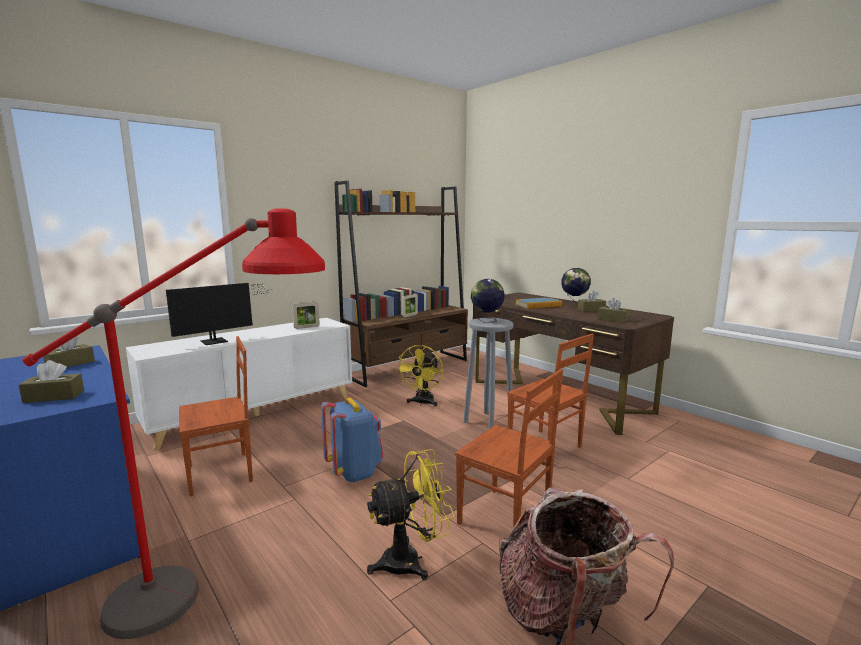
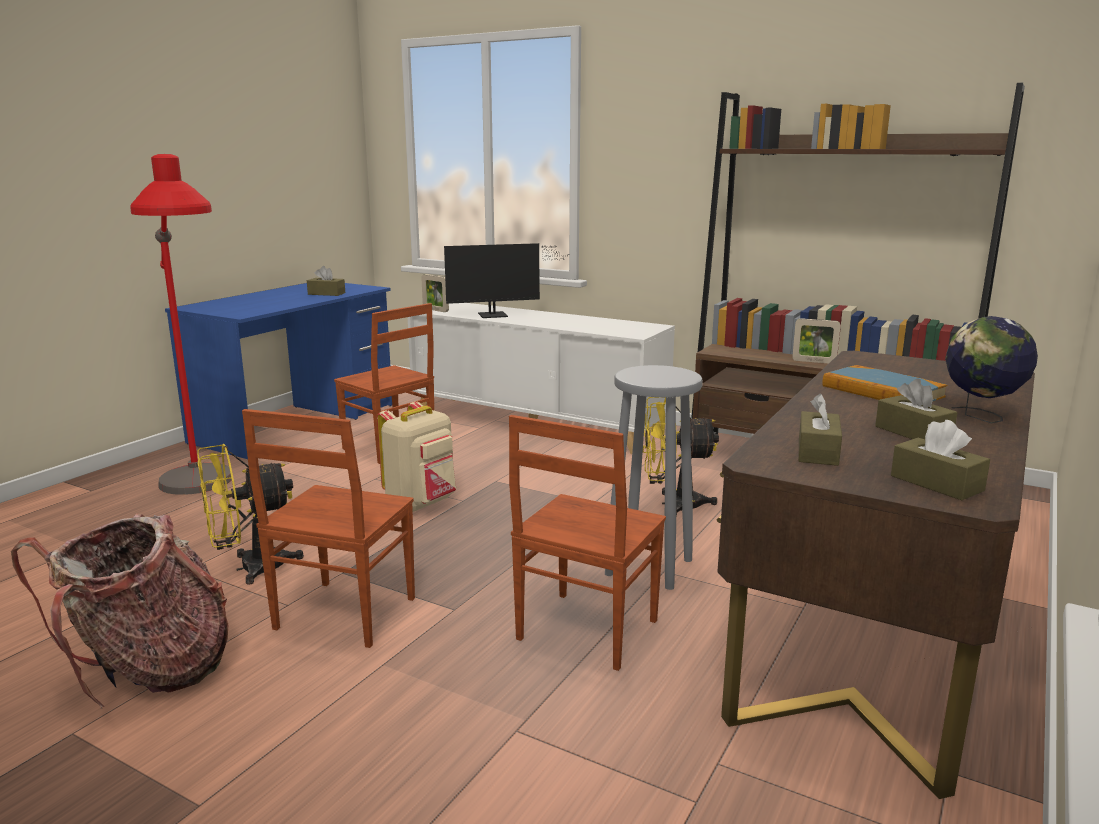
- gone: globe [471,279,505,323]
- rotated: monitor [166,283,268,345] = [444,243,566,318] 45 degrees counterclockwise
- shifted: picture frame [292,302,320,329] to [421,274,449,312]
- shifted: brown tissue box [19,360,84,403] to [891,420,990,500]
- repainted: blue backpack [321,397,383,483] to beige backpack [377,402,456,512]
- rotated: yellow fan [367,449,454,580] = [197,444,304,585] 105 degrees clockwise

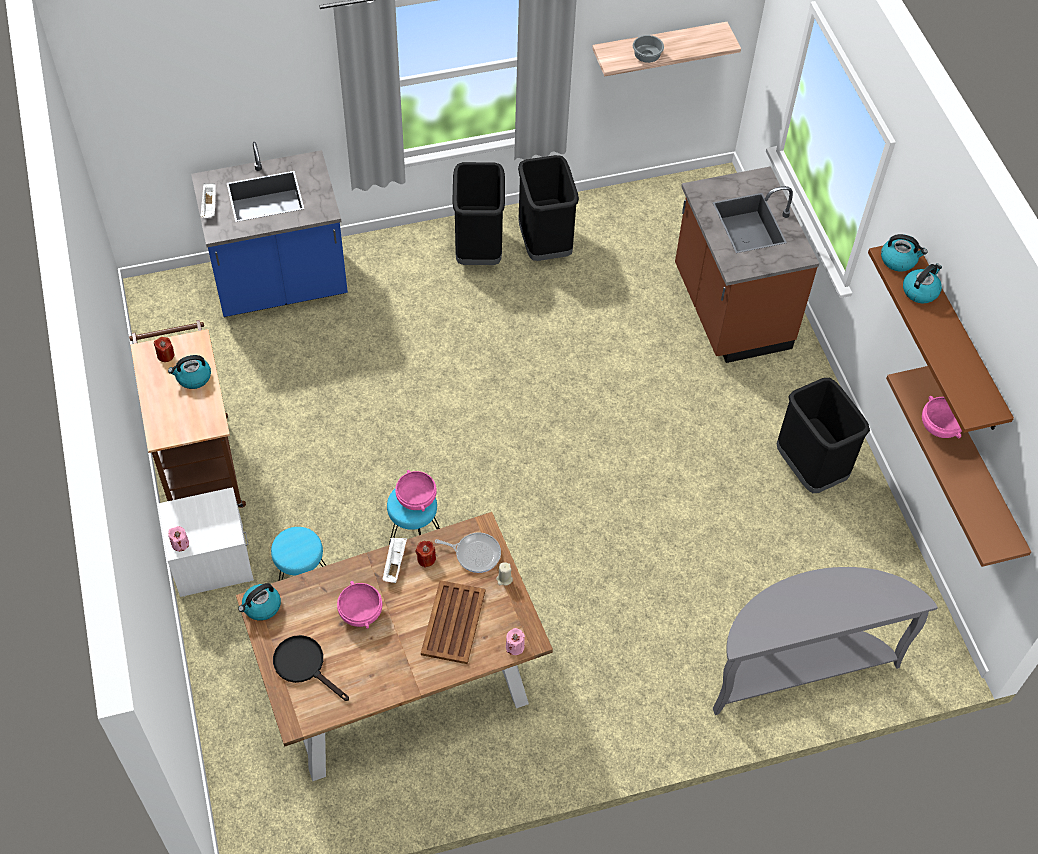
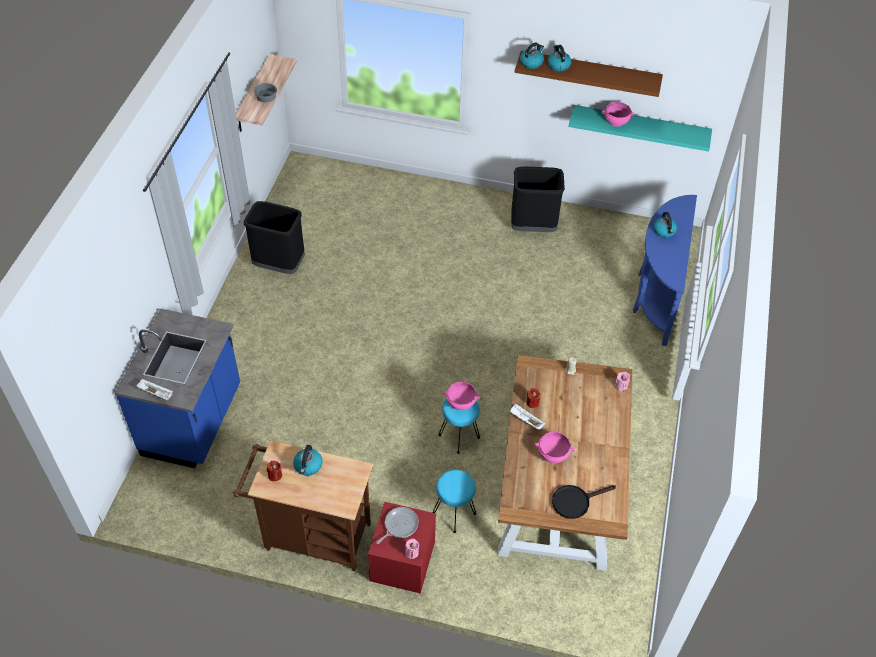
- gone: black trash can [452,162,505,265]
- gone: brown counter [675,166,819,363]
- repainted: brown shelf [886,366,1031,567] to turquoise shelf [569,105,712,152]
- repainted: white nightstand [158,487,254,597] to red nightstand [368,502,436,594]
- shifted: frying pan [435,533,501,573] to [376,507,419,544]
- repainted: grey console table [713,567,938,715] to blue console table [633,195,697,346]
- gone: brown tray [421,580,485,664]
- shifted: kettle [238,583,281,621] to [653,212,677,238]

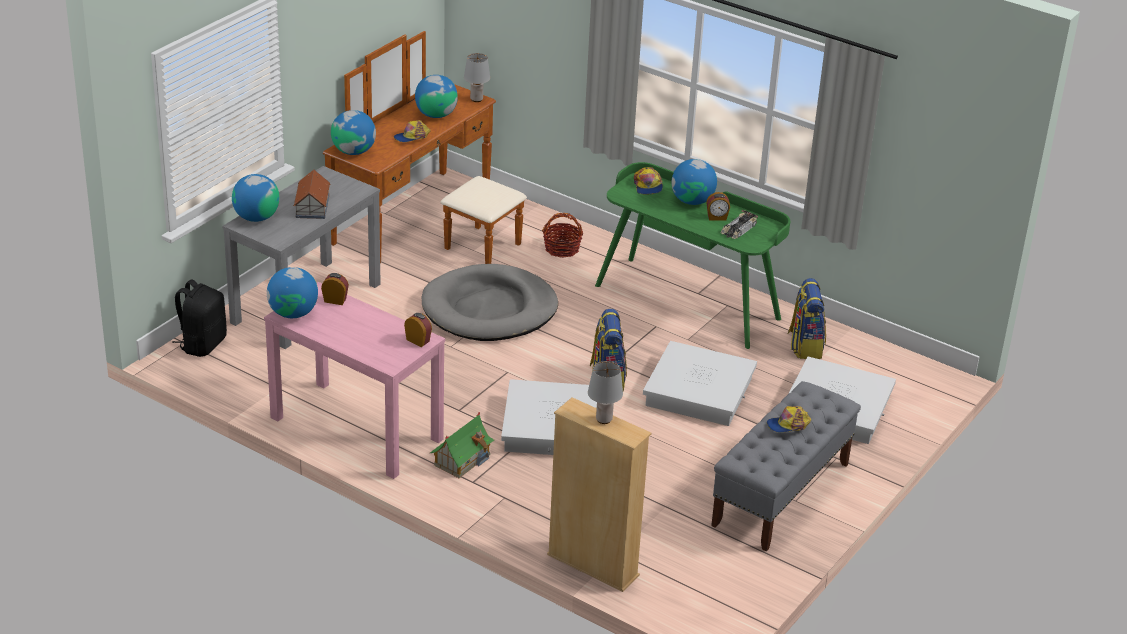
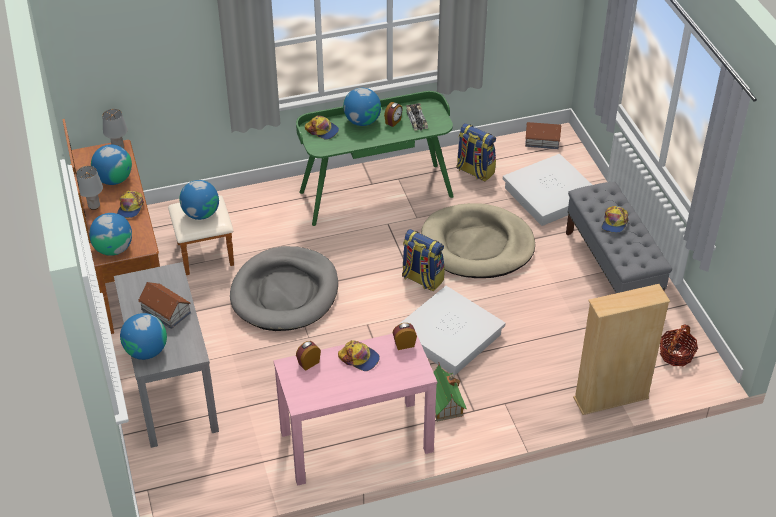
- shifted: basket [542,213,583,258] to [660,324,698,366]
- shifted: globe [267,267,318,318] to [179,180,219,220]
- gone: black backpack [172,279,227,357]
- swapped: white storage box [643,341,757,426] to beige dog bed [421,203,535,278]
- shifted: grey table lamp [588,361,623,424] to [76,166,103,210]
- new: toy house [525,122,562,149]
- new: cap [338,340,380,371]

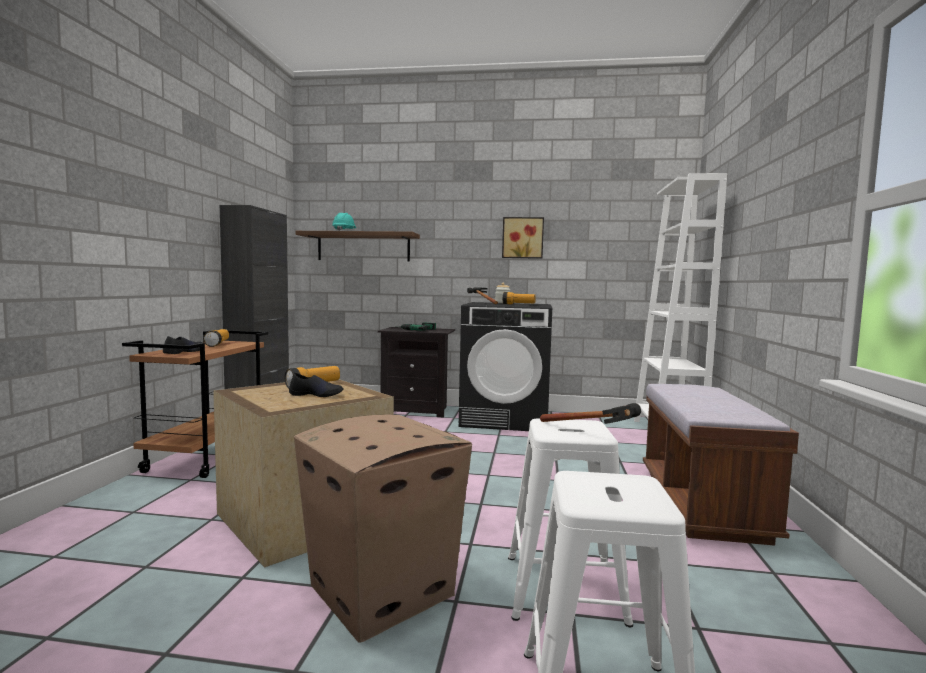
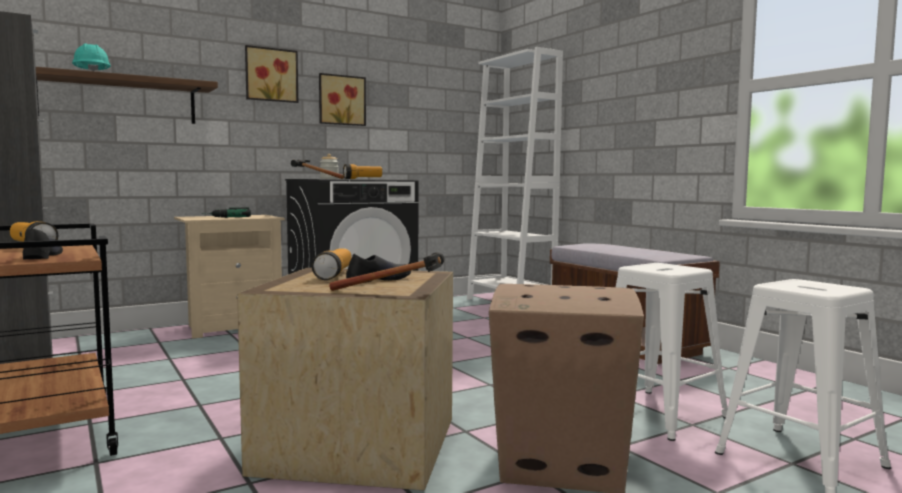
- repainted: black nightstand [378,327,455,418] to beige nightstand [174,215,285,339]
- shifted: hammer [540,403,641,424] to [329,252,444,291]
- new: picture [245,45,298,103]

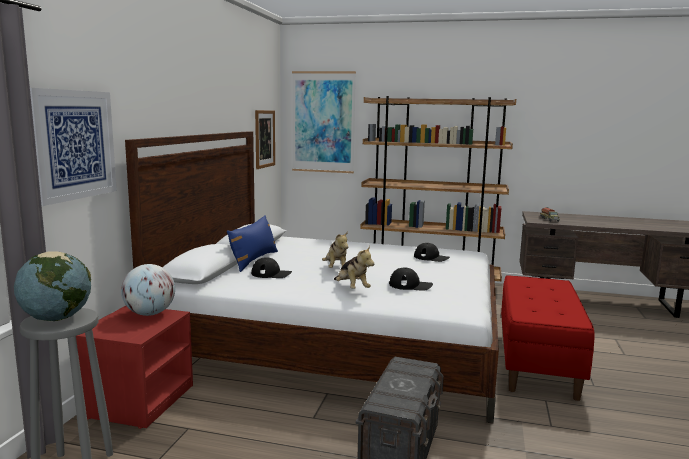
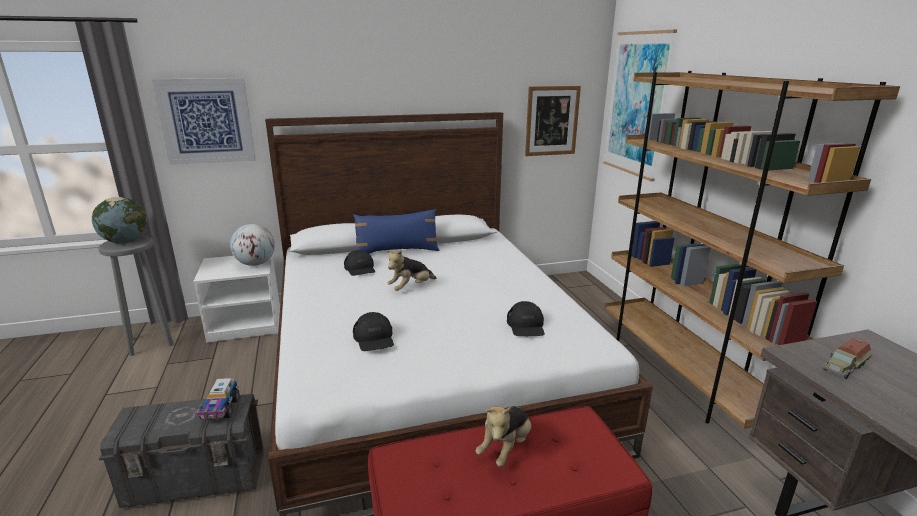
- shifted: plush toy [334,246,374,289] to [476,406,531,467]
- repainted: red nightstand [76,306,193,429] to white nightstand [193,254,280,343]
- new: toy truck [196,378,240,421]

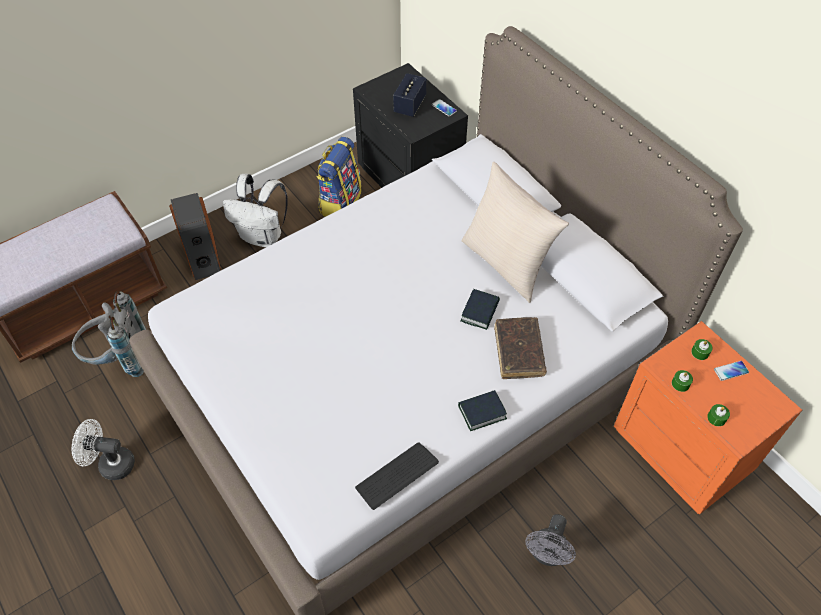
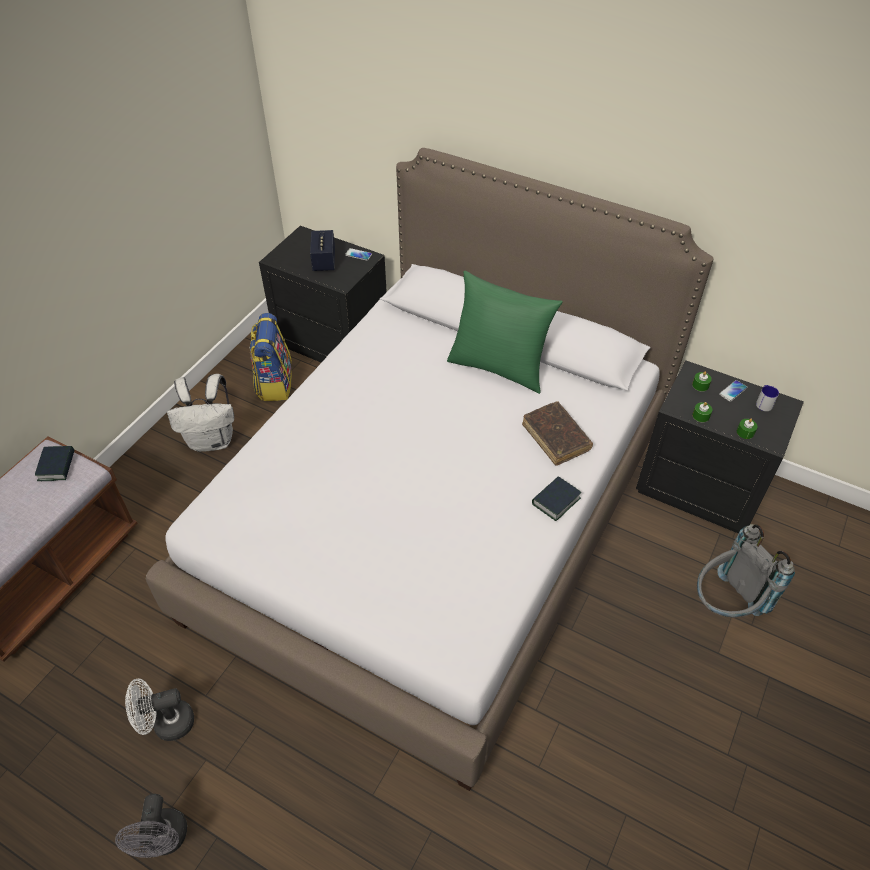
- repainted: beige pillow [462,162,569,303] to green pillow [447,271,563,394]
- gone: speaker [169,193,221,280]
- shifted: book [460,289,500,330] to [35,446,74,481]
- shifted: grey backpack [72,292,146,377] to [697,524,795,617]
- repainted: orange nightstand [614,321,802,515] to black nightstand [636,360,804,533]
- gone: keyboard [355,443,439,510]
- shifted: grey fan [526,514,576,566] to [115,794,187,858]
- new: mug [756,385,779,411]

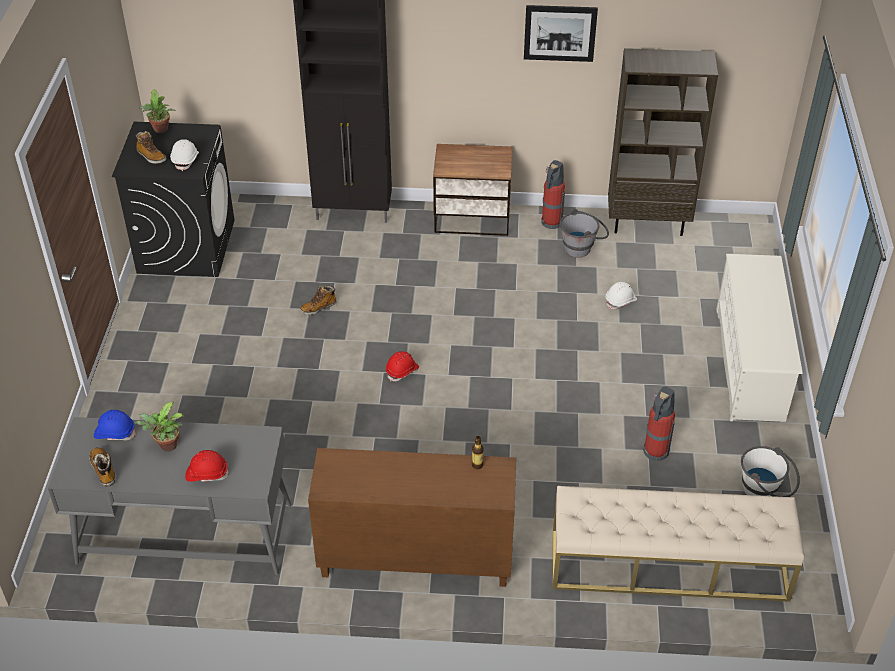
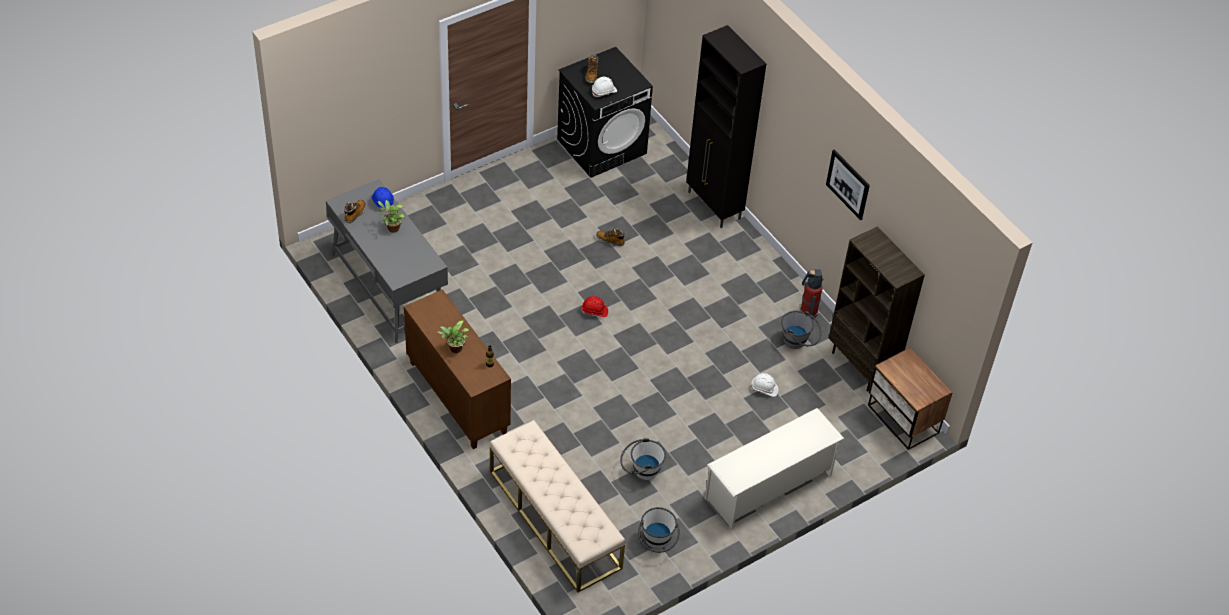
- shifted: potted plant [139,89,176,133] to [436,320,470,353]
- shifted: nightstand [433,144,512,236] to [868,348,953,450]
- swapped: fire extinguisher [643,386,675,461] to white bucket [620,438,666,480]
- gone: red hard hat [185,450,229,482]

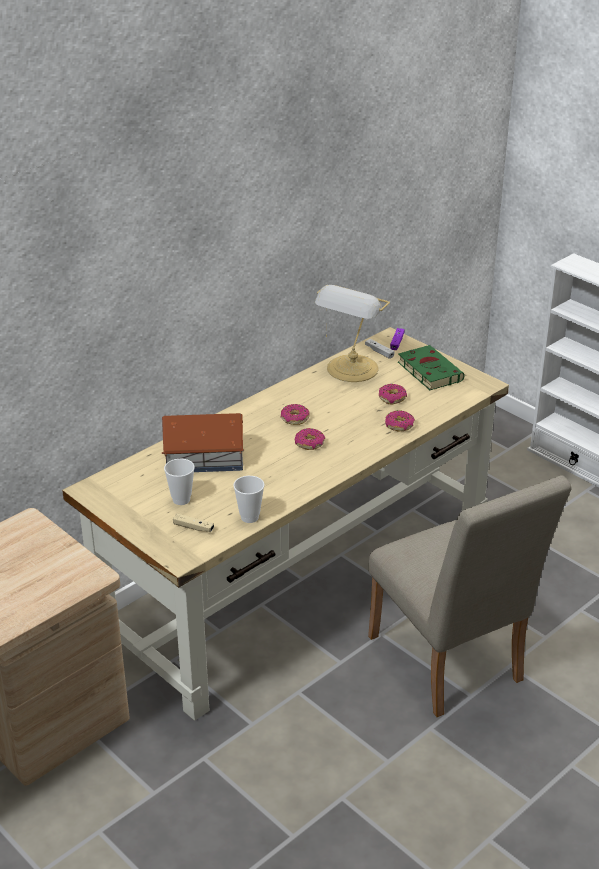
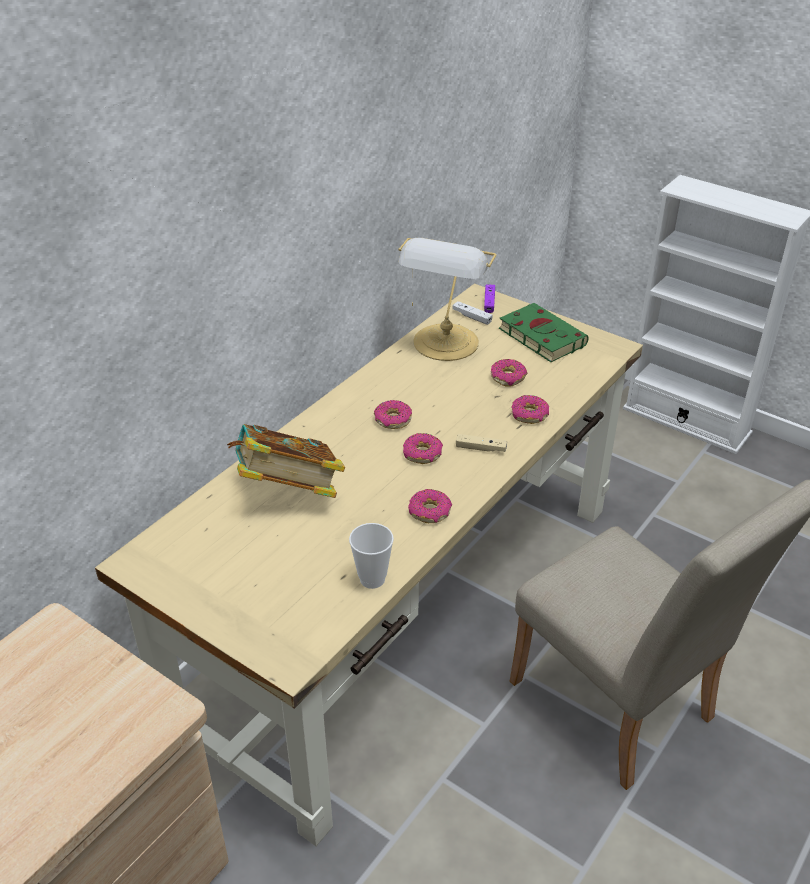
- swapped: toy house [162,413,244,472] to book [227,424,345,498]
- gone: cup [164,459,195,505]
- shifted: beige game controller [173,514,214,532] to [456,434,507,452]
- new: donut [408,489,452,523]

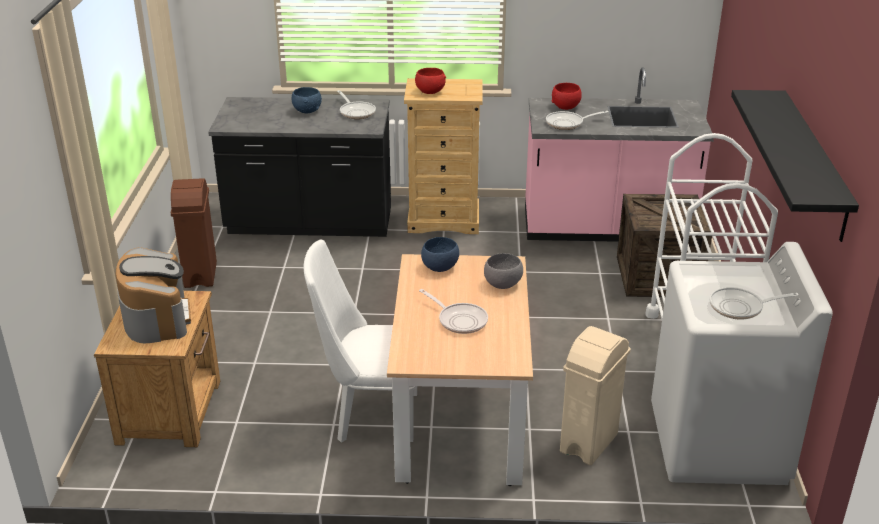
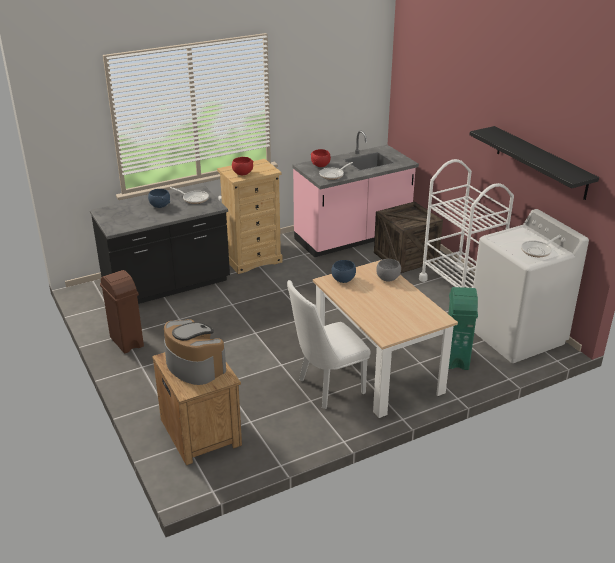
- gone: frying pan [419,289,488,334]
- repainted: beige trash can [560,326,631,465] to green trash can [448,287,478,370]

